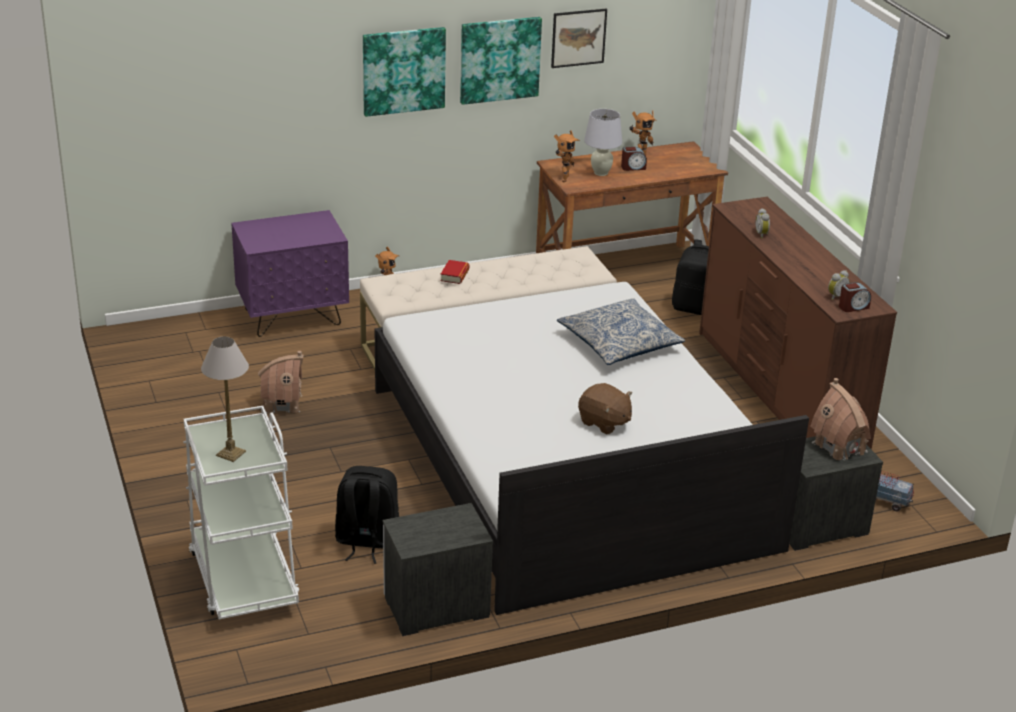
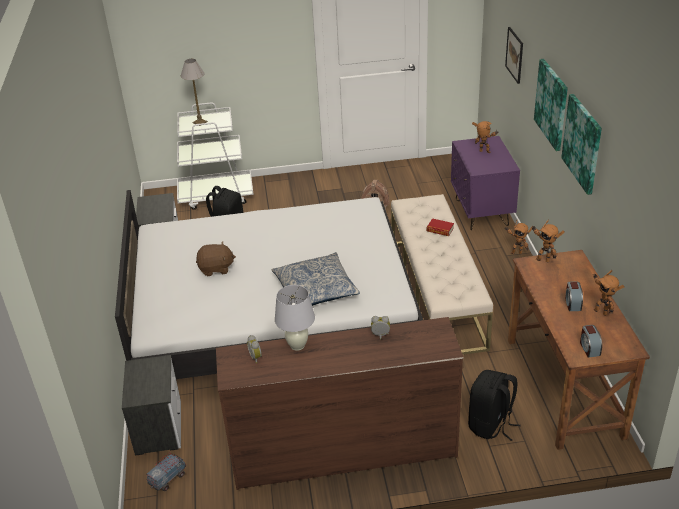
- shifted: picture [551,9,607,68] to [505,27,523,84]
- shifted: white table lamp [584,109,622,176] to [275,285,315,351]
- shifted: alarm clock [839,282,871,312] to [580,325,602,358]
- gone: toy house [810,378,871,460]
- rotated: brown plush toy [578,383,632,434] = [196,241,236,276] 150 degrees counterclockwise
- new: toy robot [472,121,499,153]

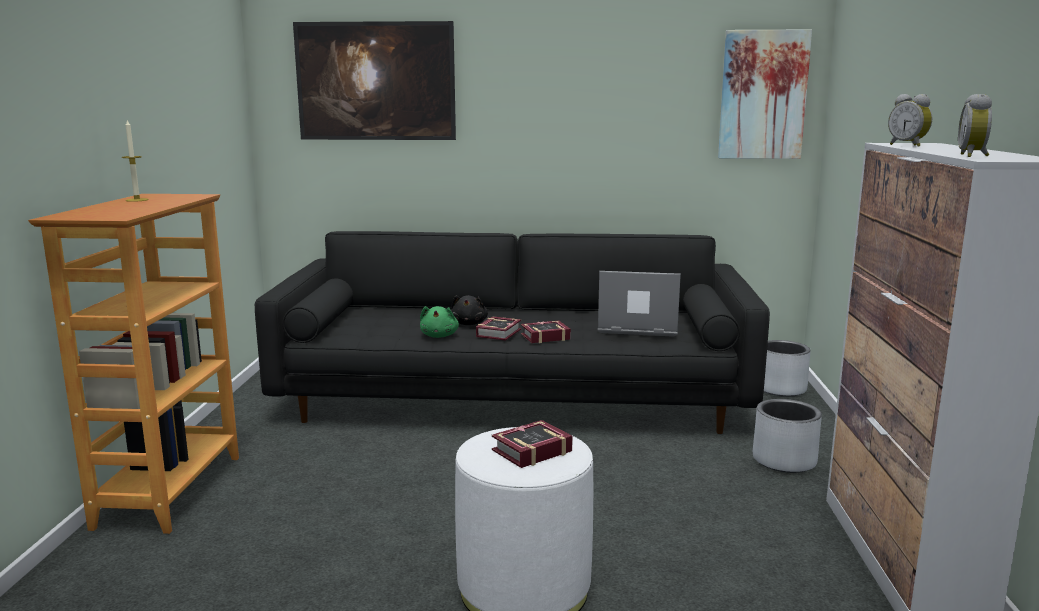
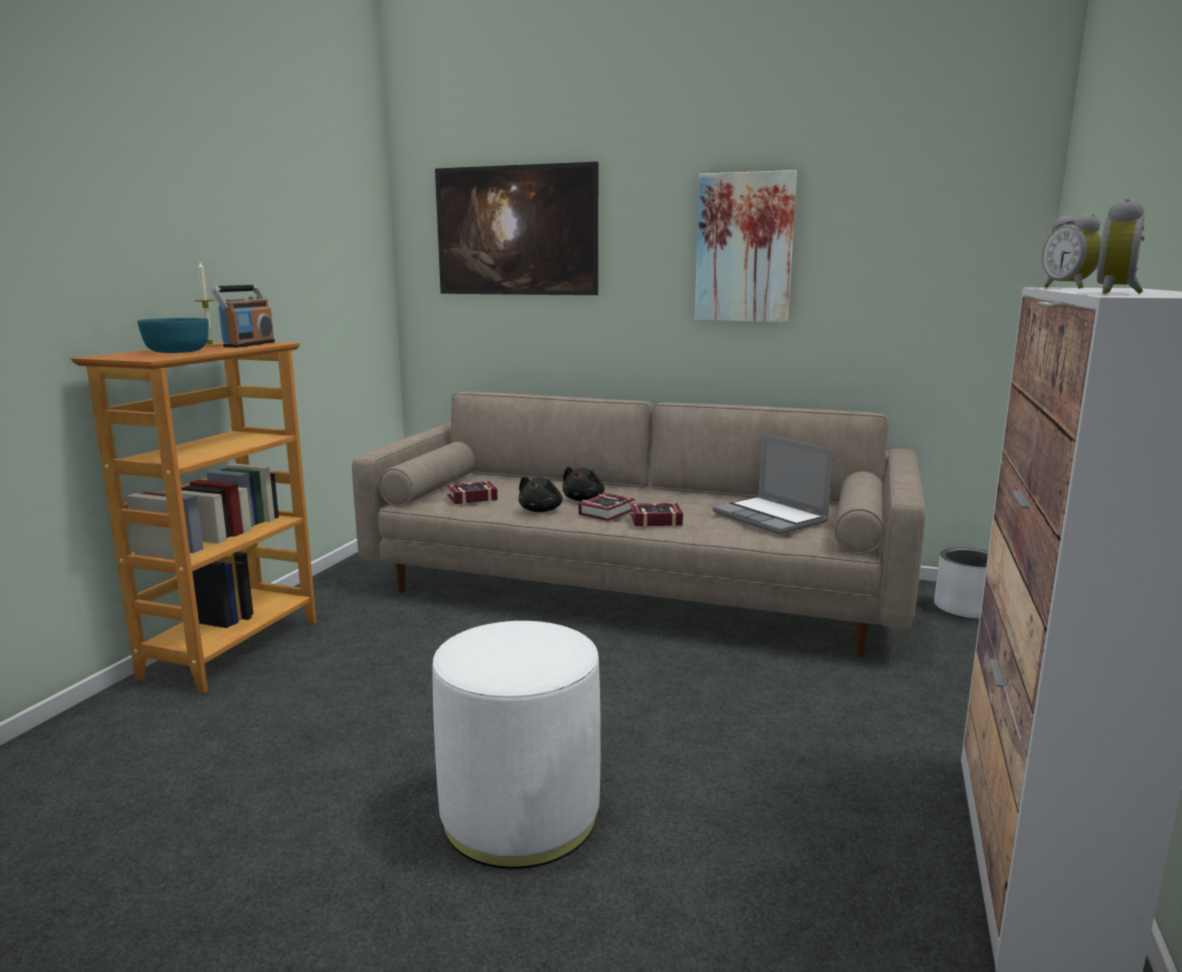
- shifted: picture [718,29,812,159] to [695,170,797,322]
- repainted: black sofa [255,231,770,434] to beige sofa [352,392,925,657]
- rotated: laptop [598,271,681,337] = [712,434,833,535] 150 degrees counterclockwise
- repainted: green plush toy [420,306,459,338] to black plush toy [519,476,563,512]
- gone: grey planter [753,399,822,473]
- shifted: book [492,420,573,468] to [447,481,498,504]
- new: radio [211,285,275,348]
- new: turquoise bowl [137,318,209,353]

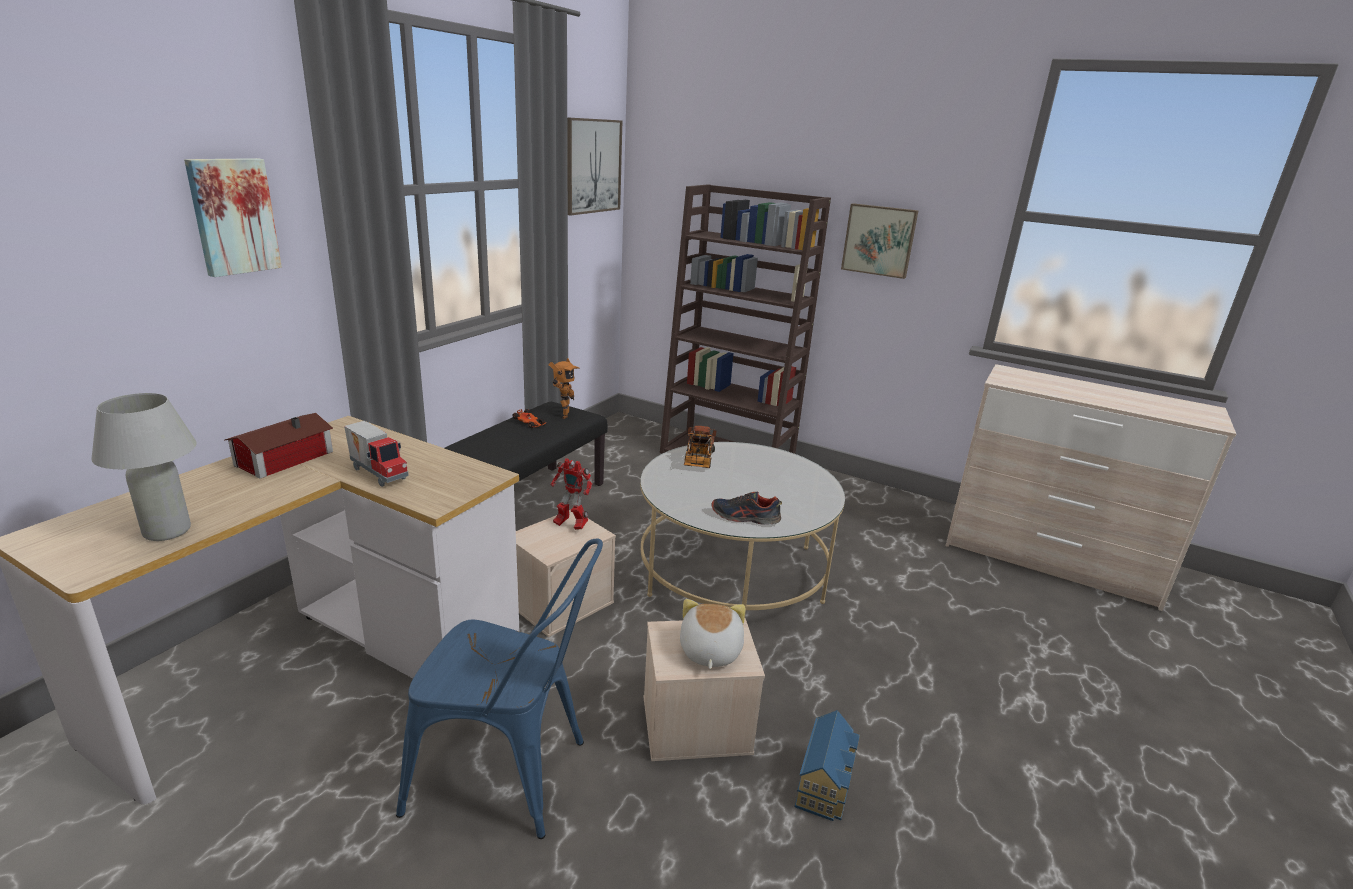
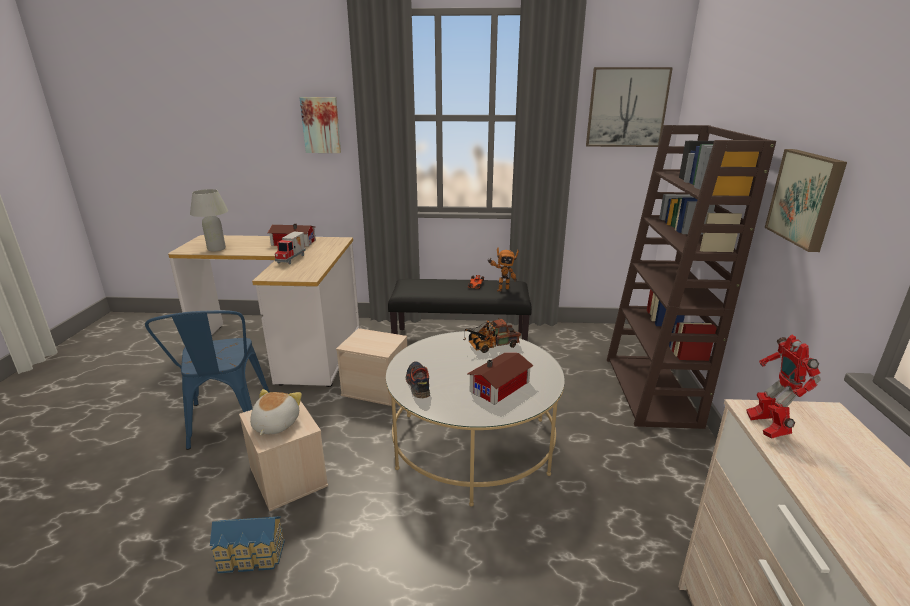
- shifted: toy robot [551,458,592,530] to [747,335,821,438]
- rotated: plush toy [680,599,746,669] = [250,389,302,435] 60 degrees counterclockwise
- new: toy house [467,353,533,405]

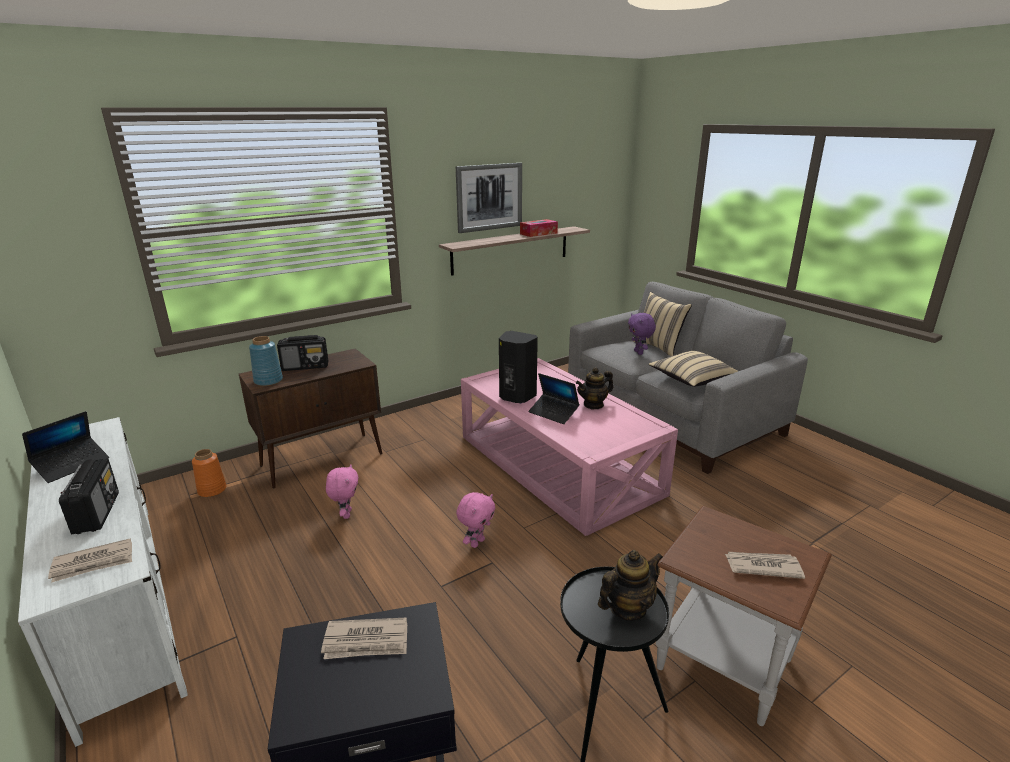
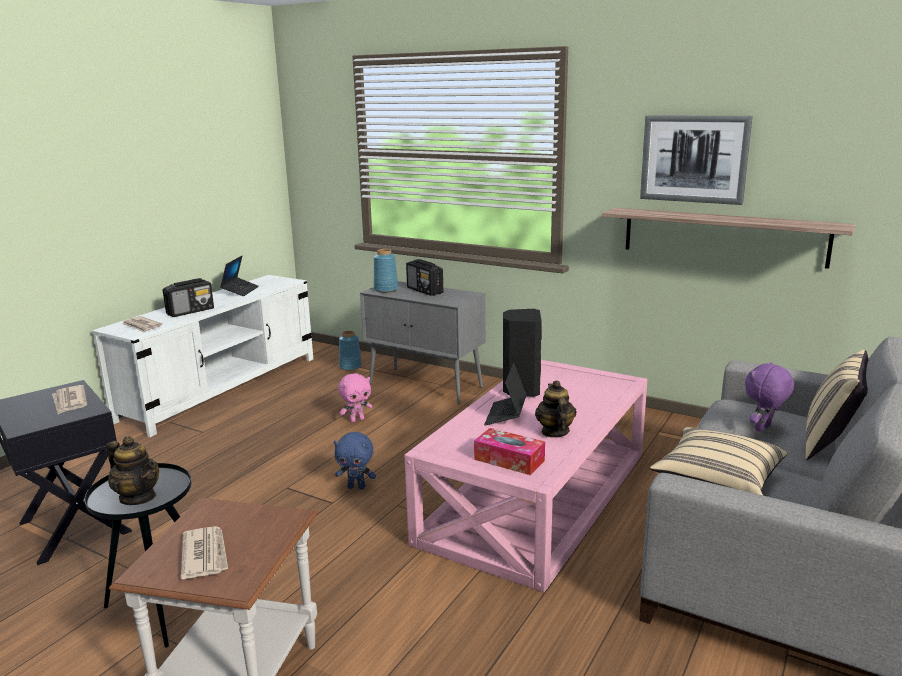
- shifted: tissue box [520,219,558,237] to [474,428,545,475]
- repainted: brown cabinet [239,348,382,489] to grey cabinet [360,281,486,404]
- rotated: teapot [576,367,613,409] = [535,380,576,438] 45 degrees clockwise
- rotated: laptop [22,411,109,483] = [220,256,259,296] 90 degrees counterclockwise
- repainted: orange vase [192,449,226,497] to blue vase [339,330,362,371]
- repainted: pink plush toy [456,492,495,548] to blue plush toy [334,432,376,490]

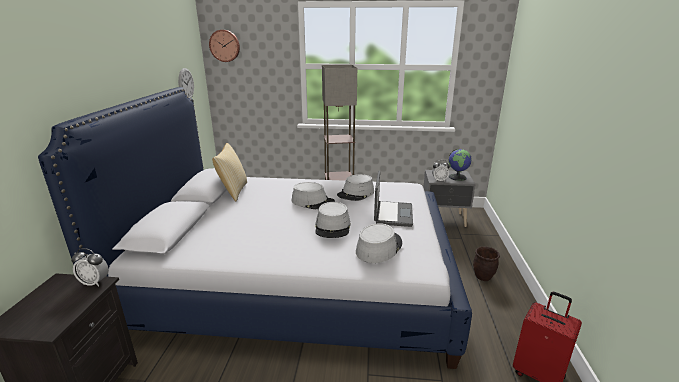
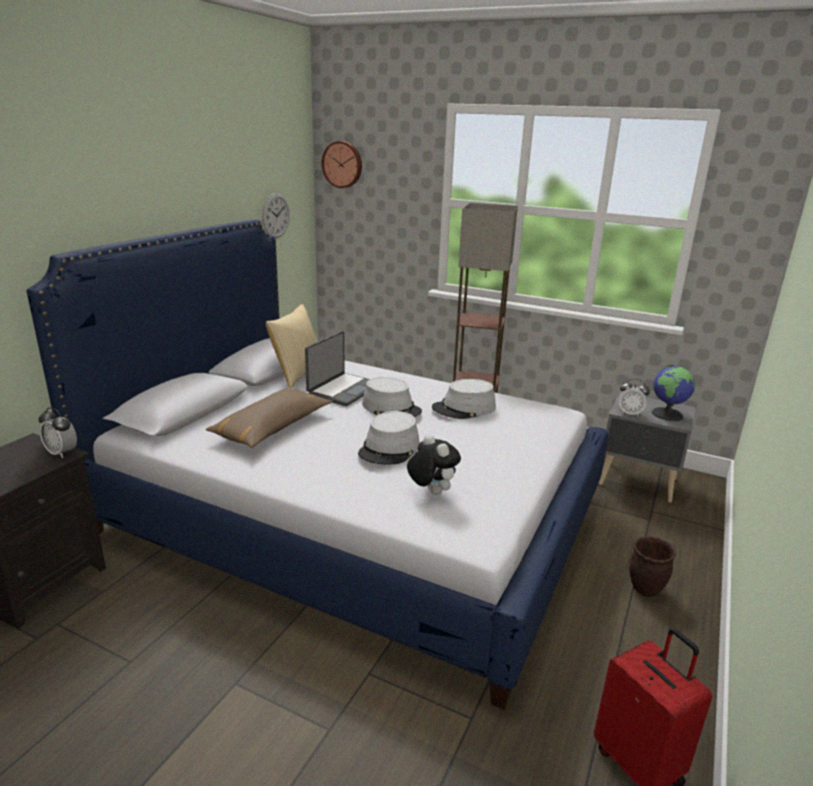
- shifted: laptop [374,171,413,227] to [305,331,370,406]
- swapped: grey hat [356,223,402,263] to plush toy [407,434,461,494]
- new: brown pillow [205,388,333,448]

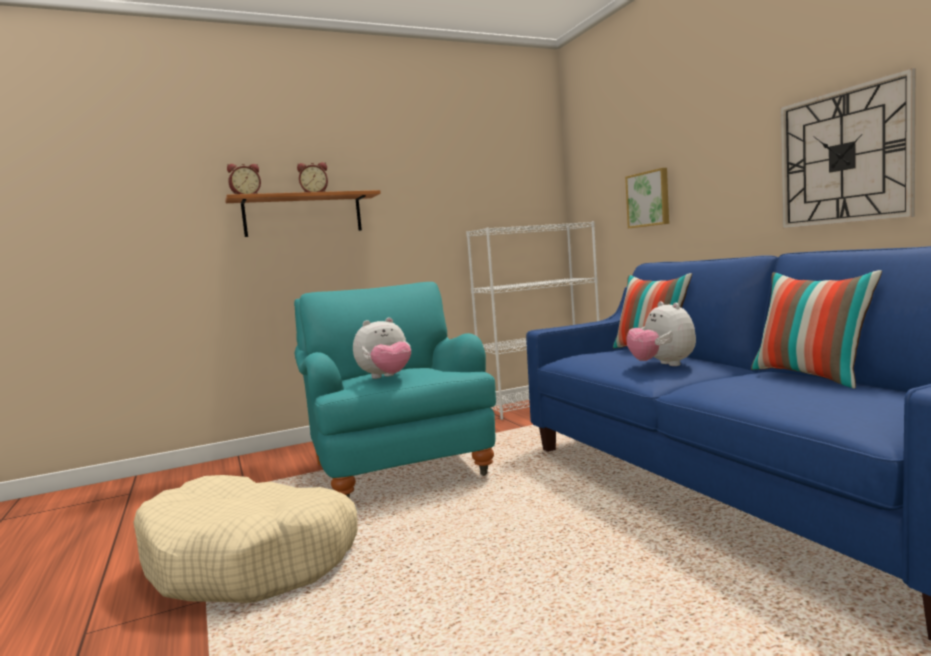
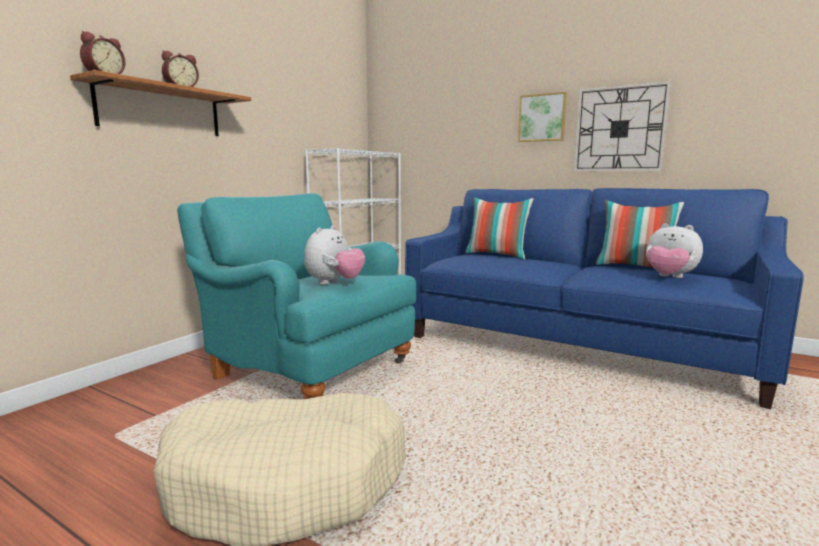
- shifted: picture [625,168,669,228] to [518,92,567,142]
- shifted: plush toy [627,301,696,366] to [646,223,703,278]

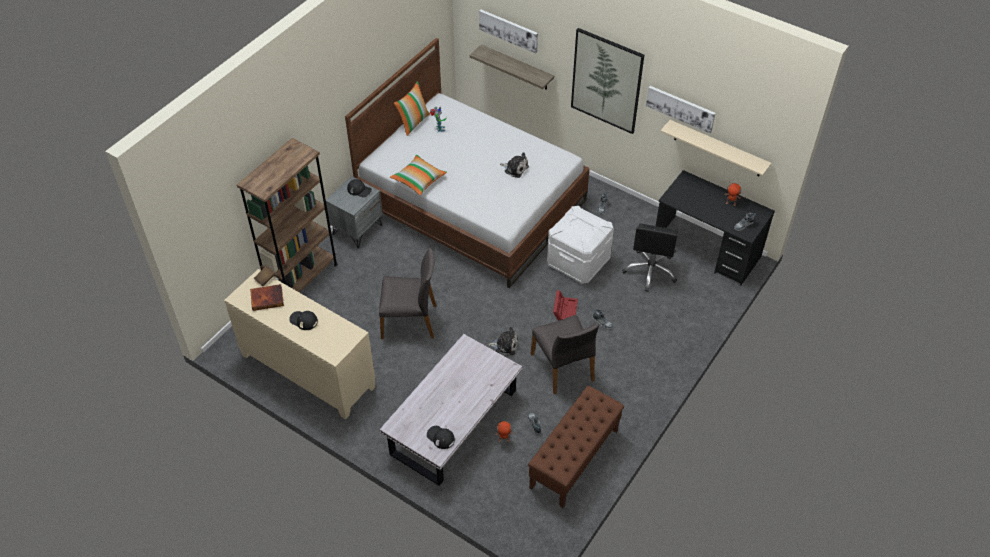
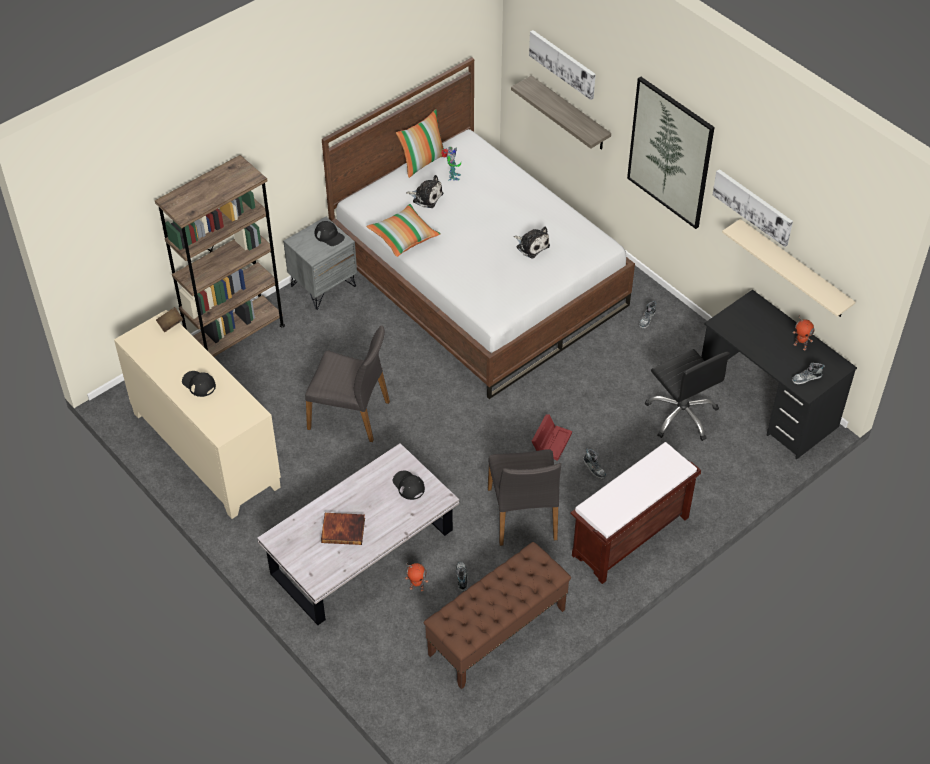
- gone: white storage box [547,206,614,284]
- rotated: black office chair [622,223,678,292] = [645,349,730,441] 60 degrees counterclockwise
- shifted: book [250,284,284,311] to [321,513,365,545]
- shifted: plush toy [488,327,518,355] to [406,175,443,208]
- shifted: black cap [427,426,455,449] to [393,471,425,500]
- new: brown bench [571,442,701,584]

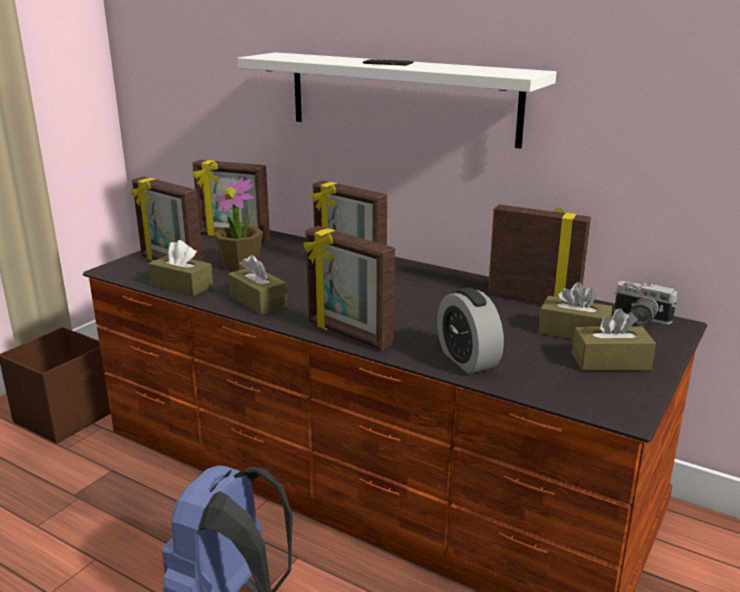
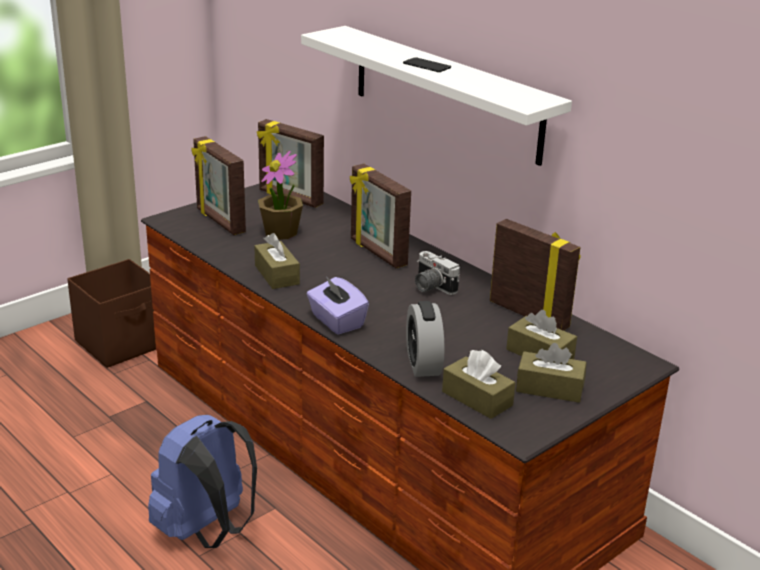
- swapped: picture frame [304,226,395,350] to purple tissue box [307,276,369,335]
- shifted: brown tissue box [148,240,213,296] to [442,350,516,419]
- shifted: photo camera [614,281,677,326] to [415,251,460,295]

